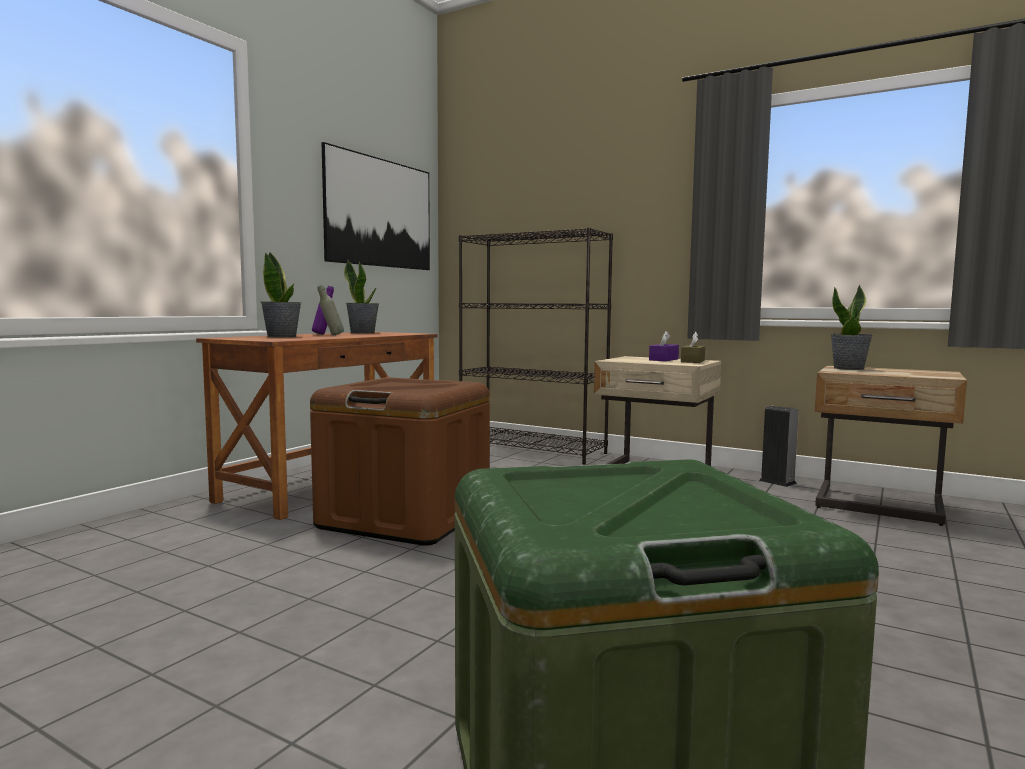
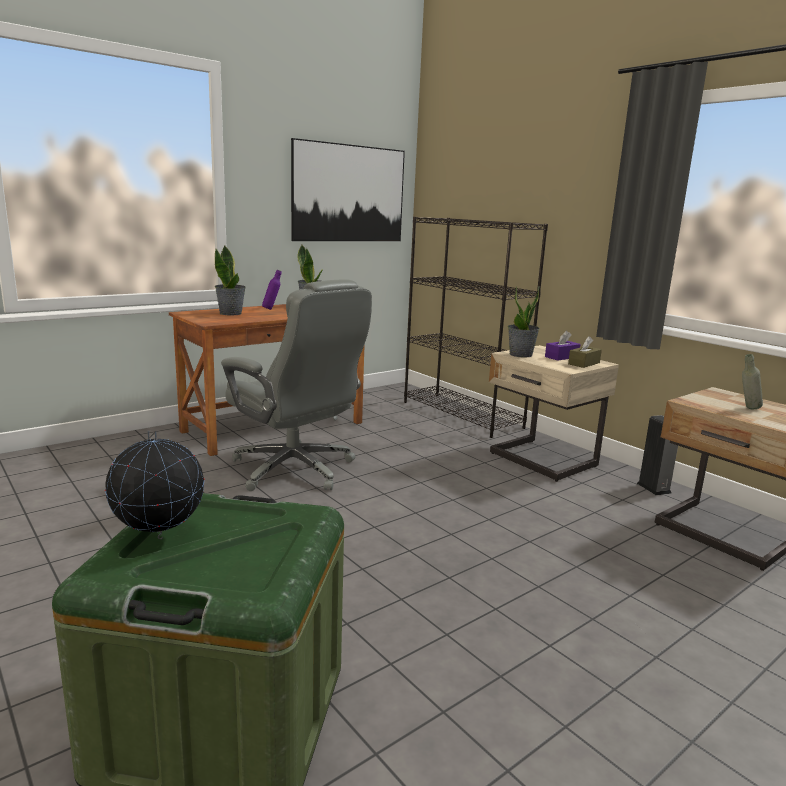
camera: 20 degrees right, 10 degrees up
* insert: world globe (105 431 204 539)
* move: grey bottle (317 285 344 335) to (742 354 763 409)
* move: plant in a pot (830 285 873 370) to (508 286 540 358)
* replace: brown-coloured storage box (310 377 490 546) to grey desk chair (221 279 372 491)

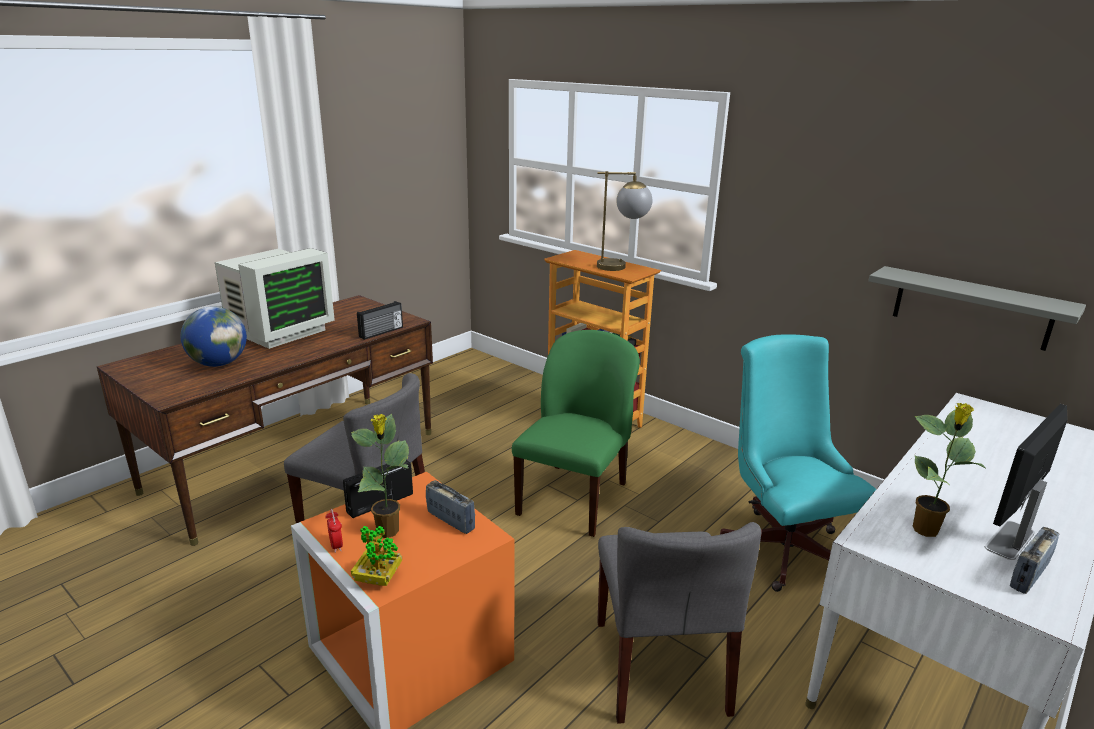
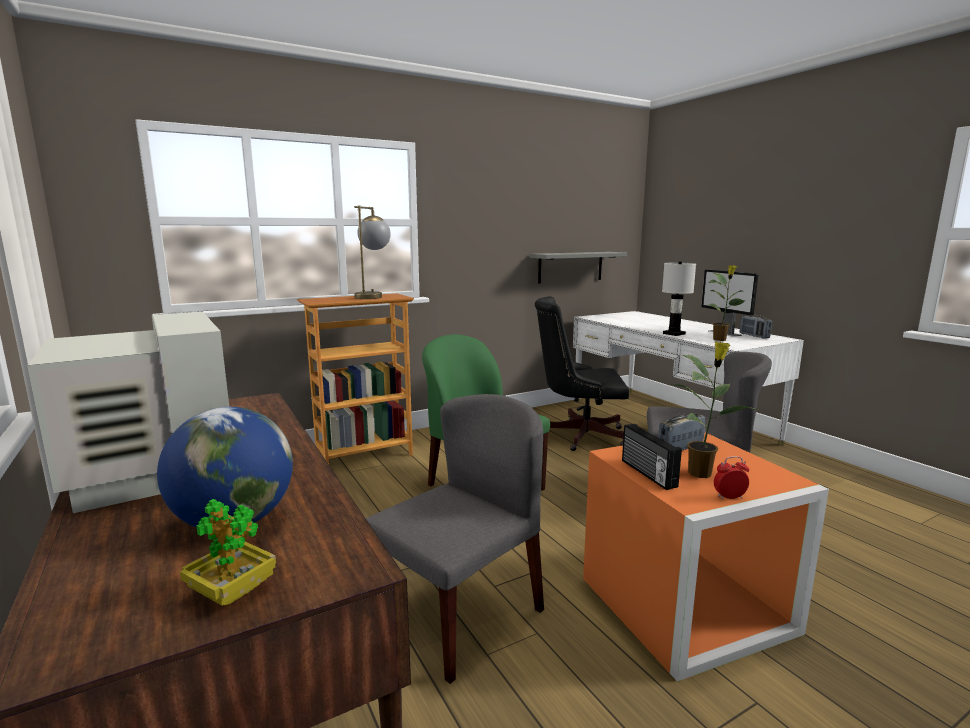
camera: 70 degrees left, 10 degrees down
* delete: radio set (357 301 403 340)
* insert: white table lamp (662 262 696 336)
* move: plant in a pot (351 526 402 586) to (180 499 276 606)
* recolor: blue-green desk chair (720 334 876 592) to blackish desk chair (535 296 629 451)

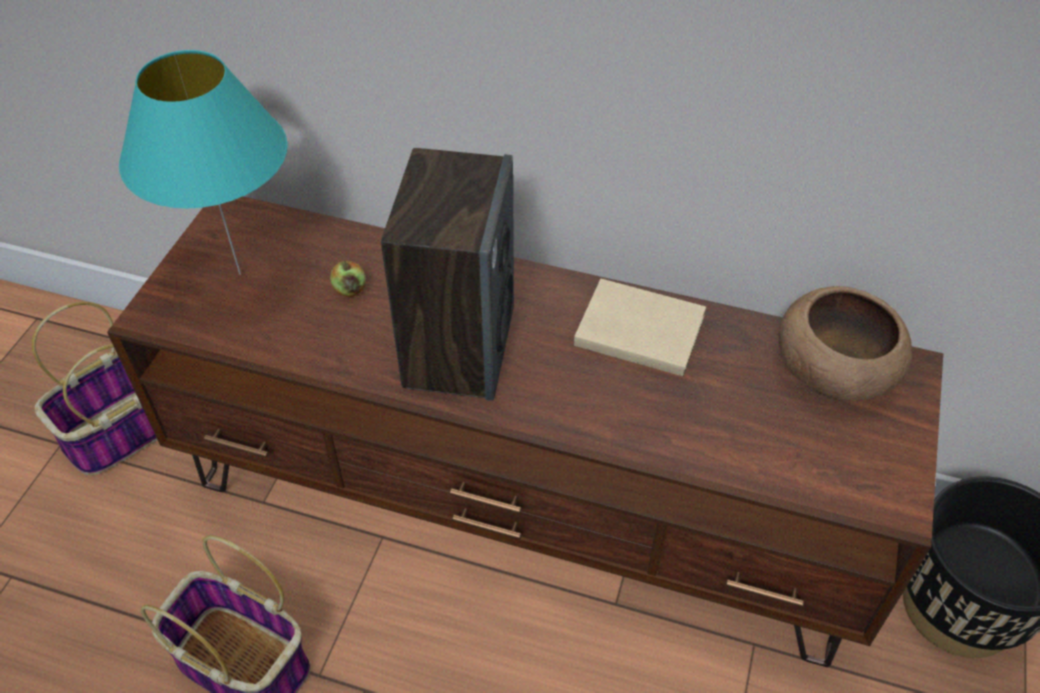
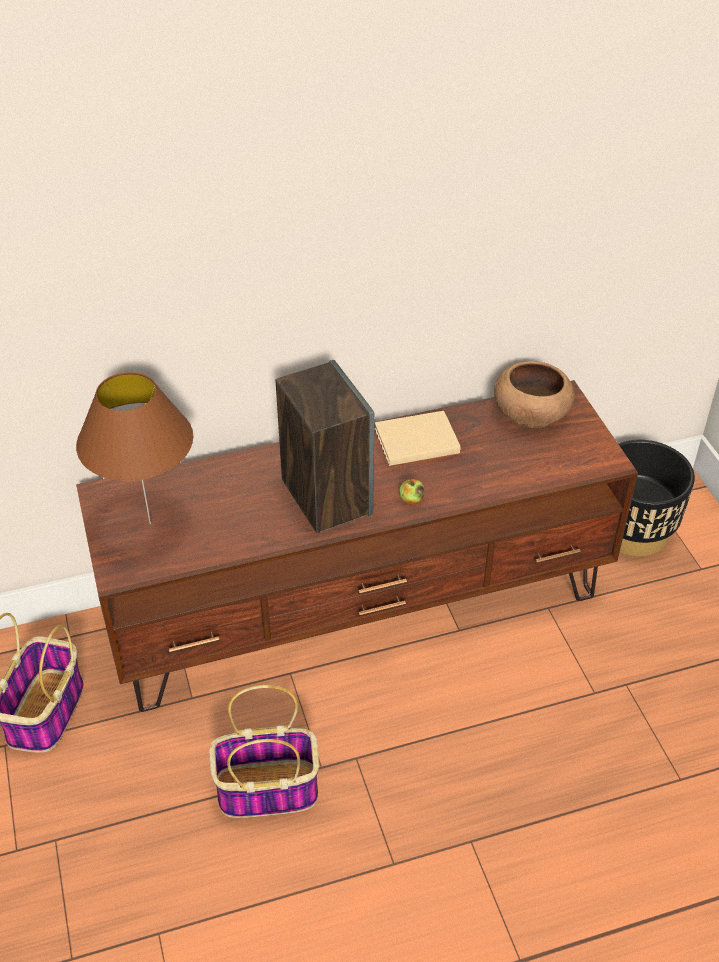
camera: 35 degrees left, 5 degrees down
* move: apple fruit (330 261 366 297) to (399 479 425 504)
* recolor: blue-green table lamp (119 50 288 275) to brown-coloured table lamp (76 372 194 524)

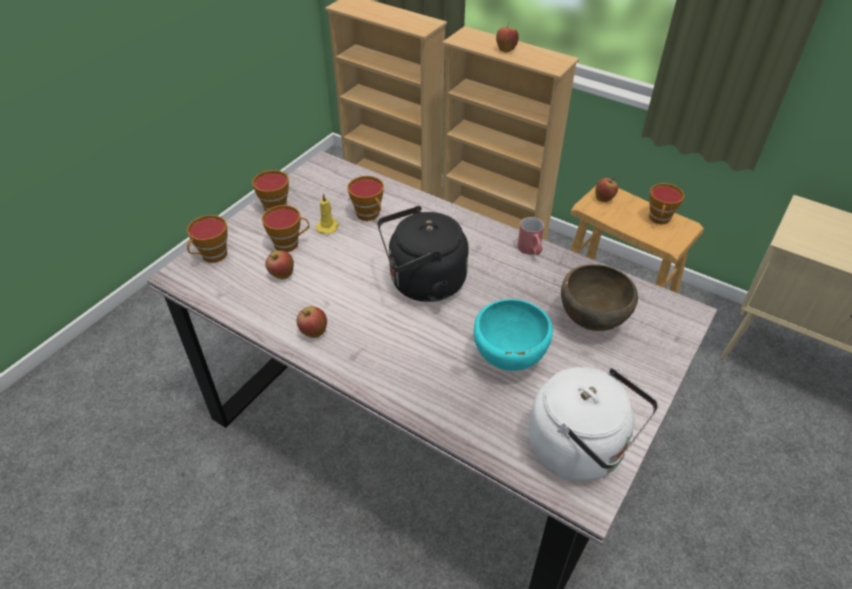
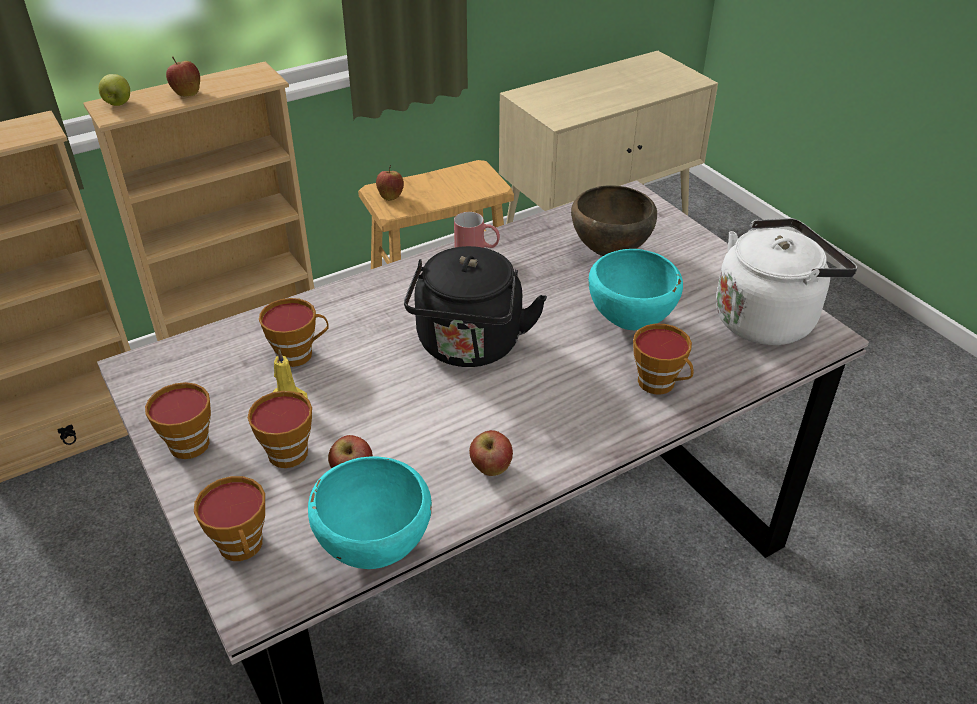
camera: 65 degrees left, 5 degrees down
* insert: apple fruit (99 74 130 106)
* insert: blue-green bowl (308 456 432 569)
* move: cup (649 183 684 225) to (633 323 694 395)

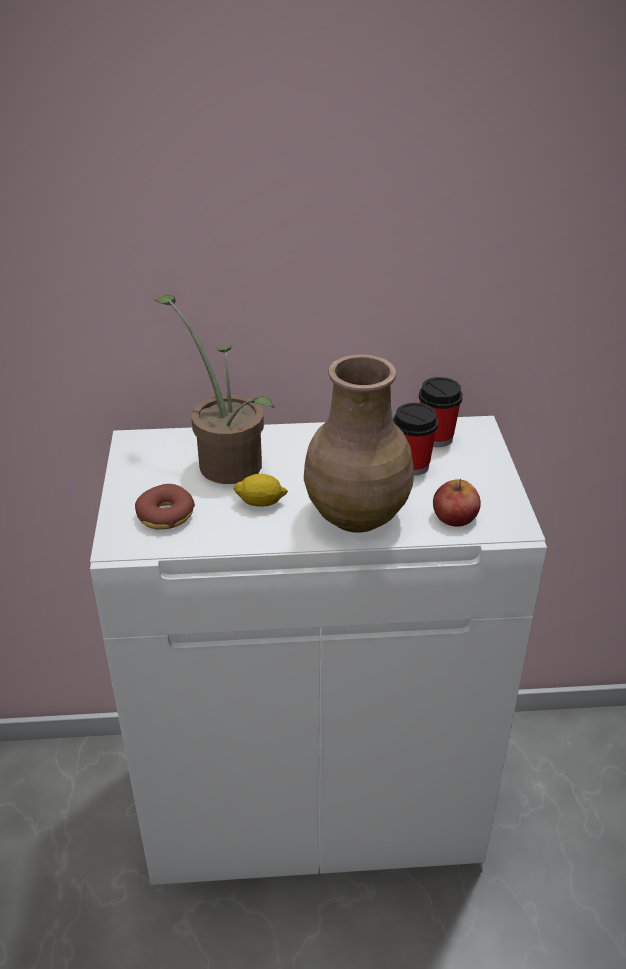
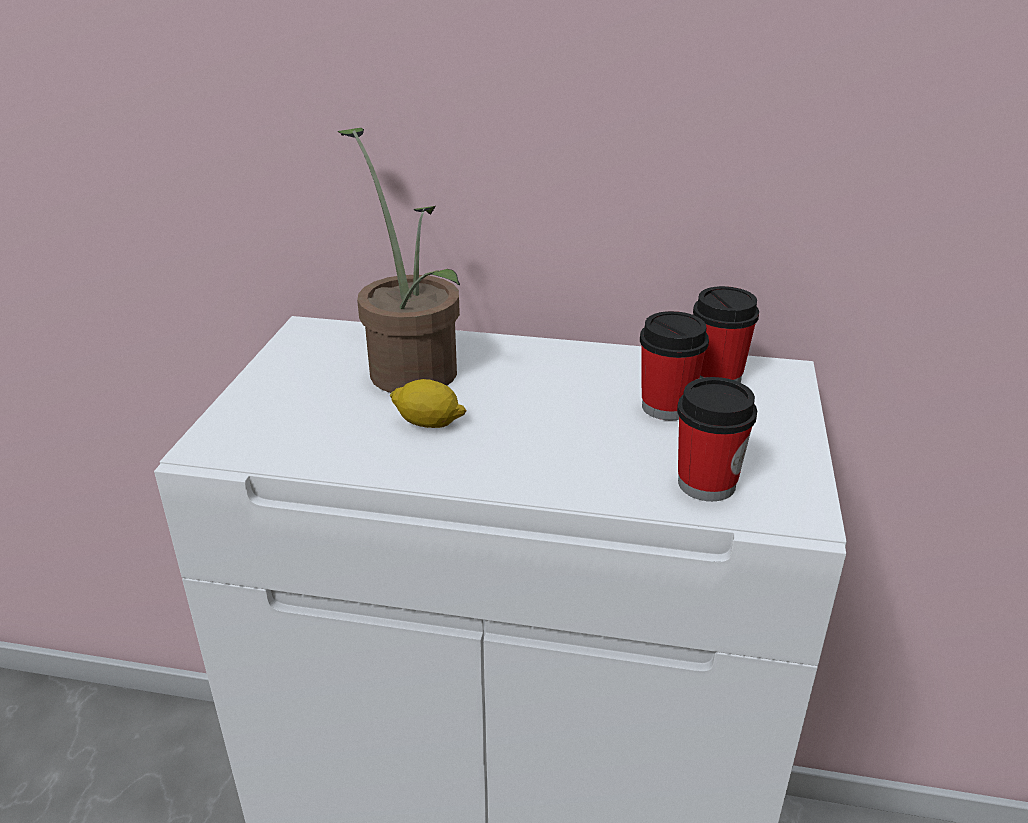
camera: 15 degrees right, 5 degrees down
* delete: ring doughnut (135 484 195 530)
* delete: brown-coloured flower vase (304 354 414 533)
* replace: apple fruit (433 479 481 527) to cup (677 377 757 501)

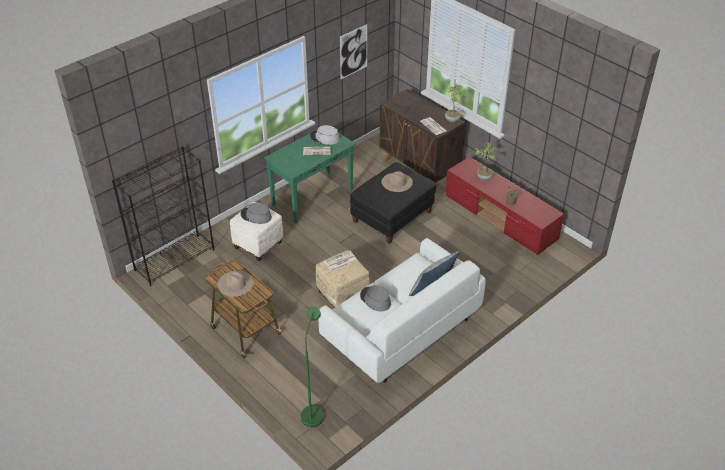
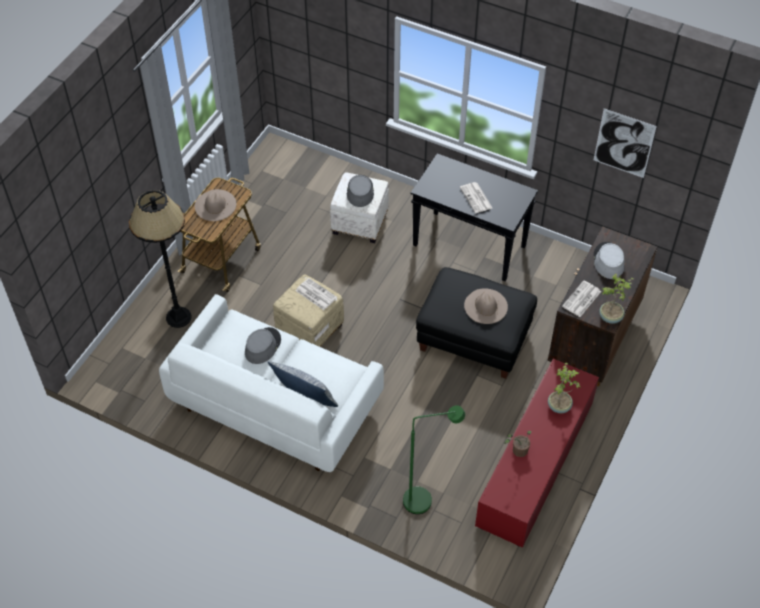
camera: 70 degrees right, 10 degrees up
* delete: blackish bookcase (112 146 214 286)
* insert: blackish standing lamp (129 190 191 328)
* move: green standing lamp (301 306 324 427) to (403 405 465 514)
* move: grey clothing hat (310 125 340 145) to (594 242 625 279)
* recolor: green hall table (264 129 356 223) to blackish hall table (411 153 538 281)

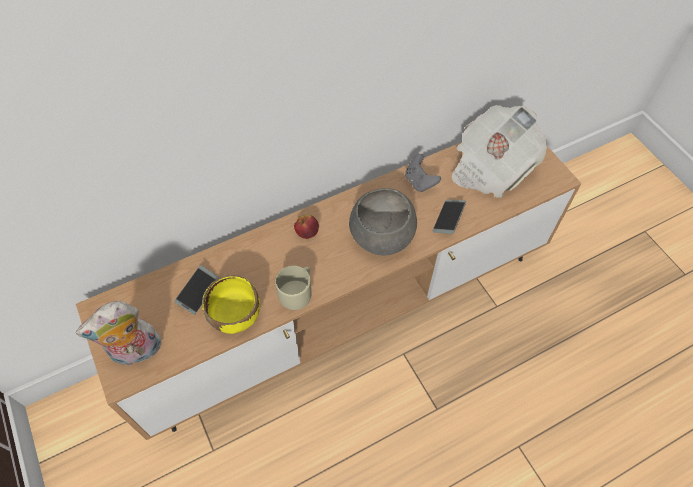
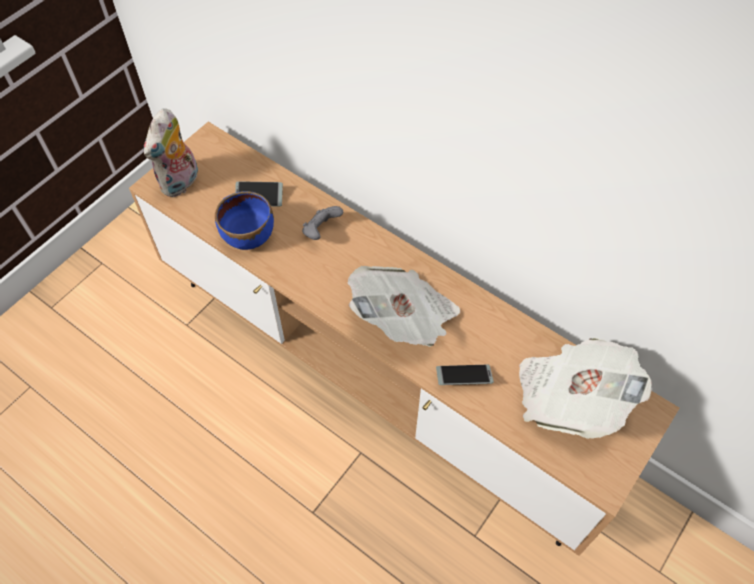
camera: 65 degrees right, 0 degrees up
* delete: sand-coloured tea mug (275 266 311 310)
* delete: apple fruit (294 215 319 239)
* move: grey gamepad (405 154 441 192) to (302 206 343 240)
* replace: grey bowl (349 188 417 255) to newspaper (348 266 461 347)
* recolor: yellow bowl (202 275 260 334) to blue bowl (215 191 274 250)
* rotate: cuddly toy (76 301 161 367) = (143 108 198 197) 105 degrees counterclockwise

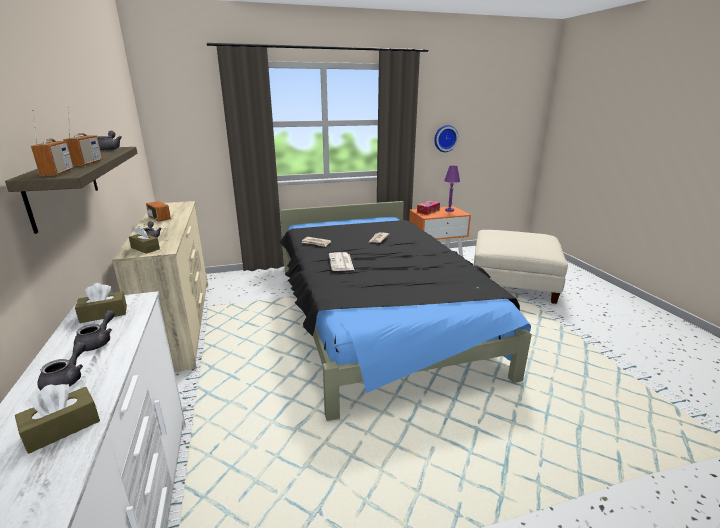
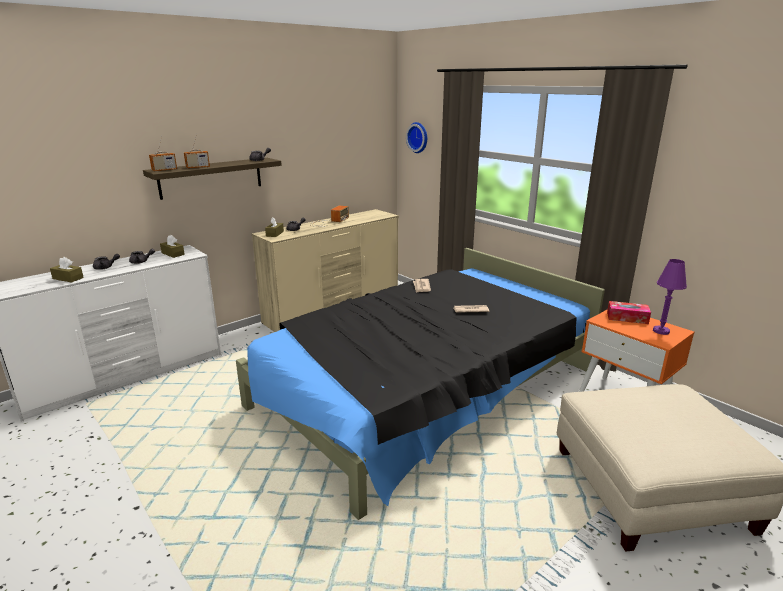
camera: 65 degrees right, 0 degrees up
* delete: newspaper (329 252 354 271)
* move: clock on the wall (434 125 458 152) to (406 122 427 153)

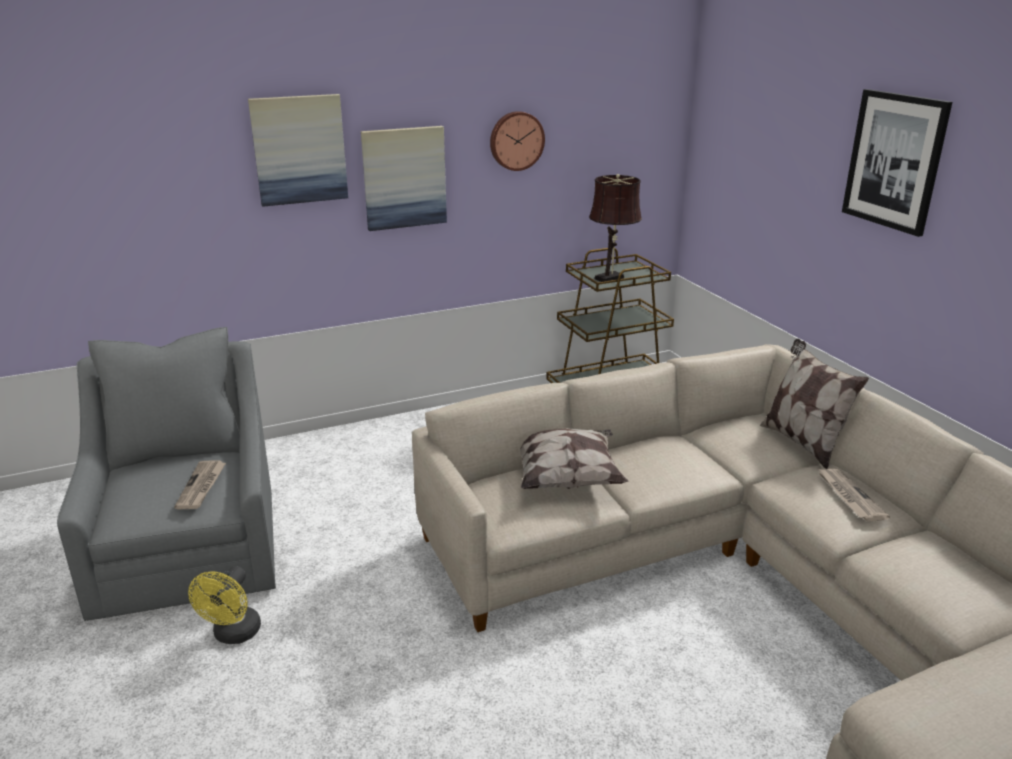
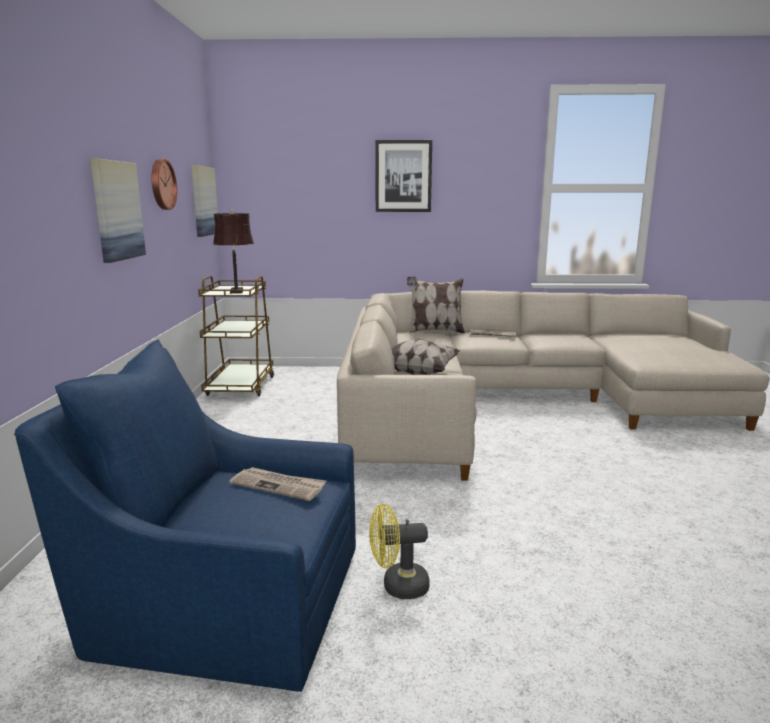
camera: 65 degrees left, 10 degrees down
* move: wall picture (248 94 348 207) to (191 165 218 237)
* recolor: grey armchair (57 327 276 621) to blue armchair (14 339 356 692)
* rotate: yellow fan (188 566 261 644) = (369 504 430 599) 135 degrees clockwise

